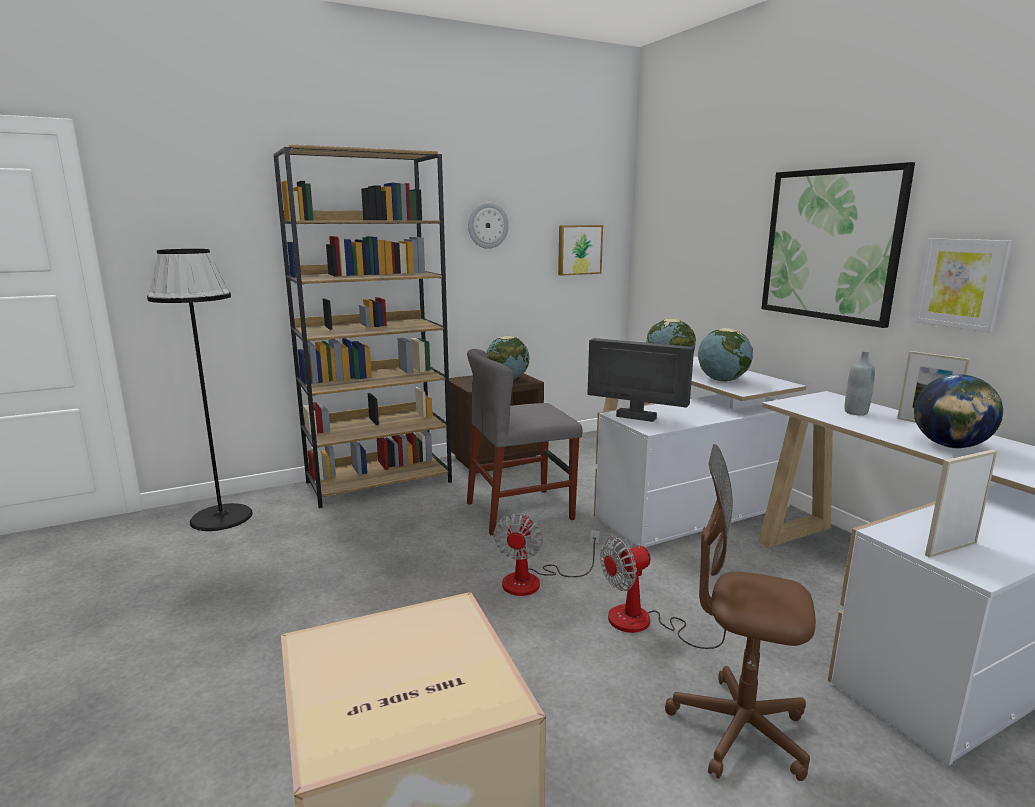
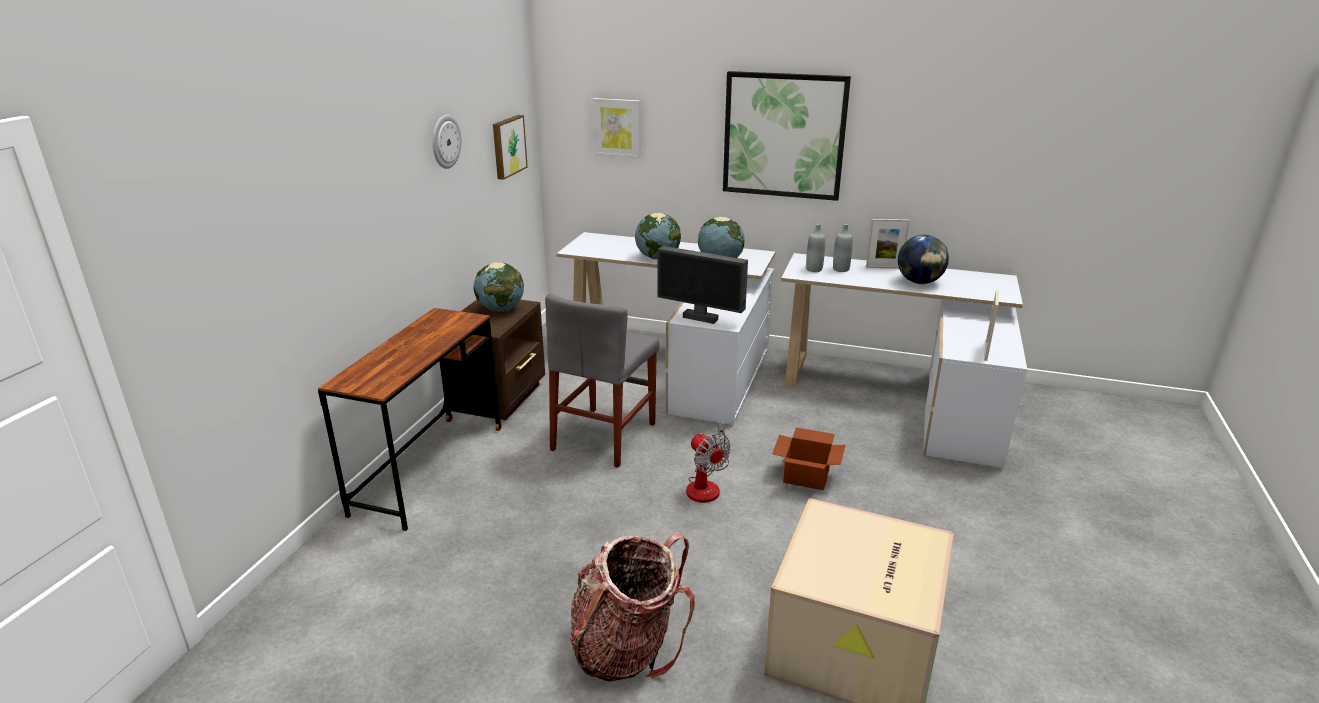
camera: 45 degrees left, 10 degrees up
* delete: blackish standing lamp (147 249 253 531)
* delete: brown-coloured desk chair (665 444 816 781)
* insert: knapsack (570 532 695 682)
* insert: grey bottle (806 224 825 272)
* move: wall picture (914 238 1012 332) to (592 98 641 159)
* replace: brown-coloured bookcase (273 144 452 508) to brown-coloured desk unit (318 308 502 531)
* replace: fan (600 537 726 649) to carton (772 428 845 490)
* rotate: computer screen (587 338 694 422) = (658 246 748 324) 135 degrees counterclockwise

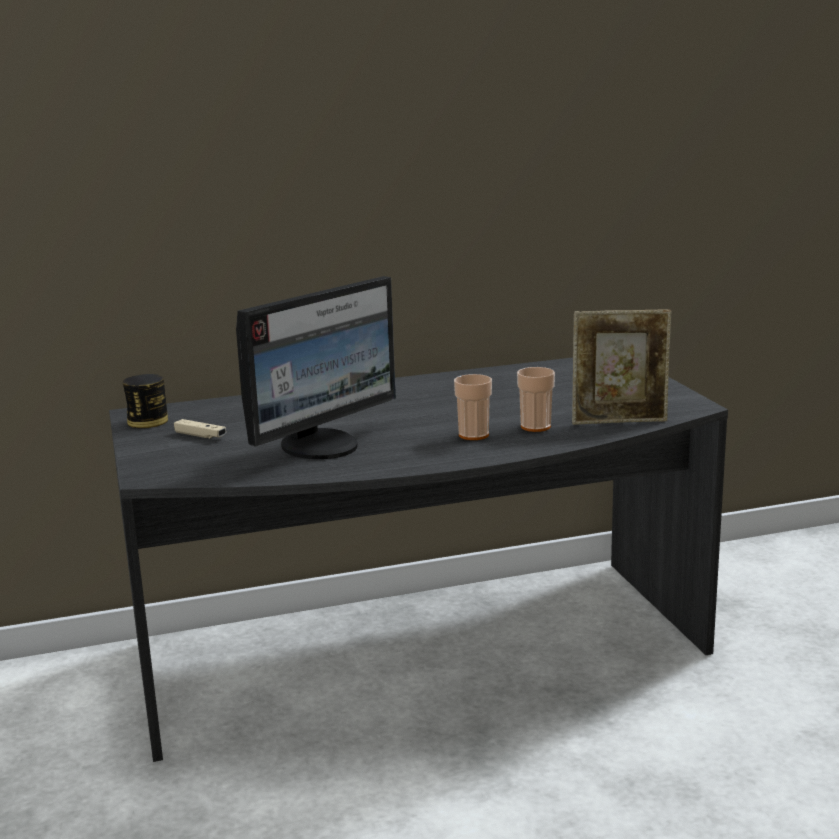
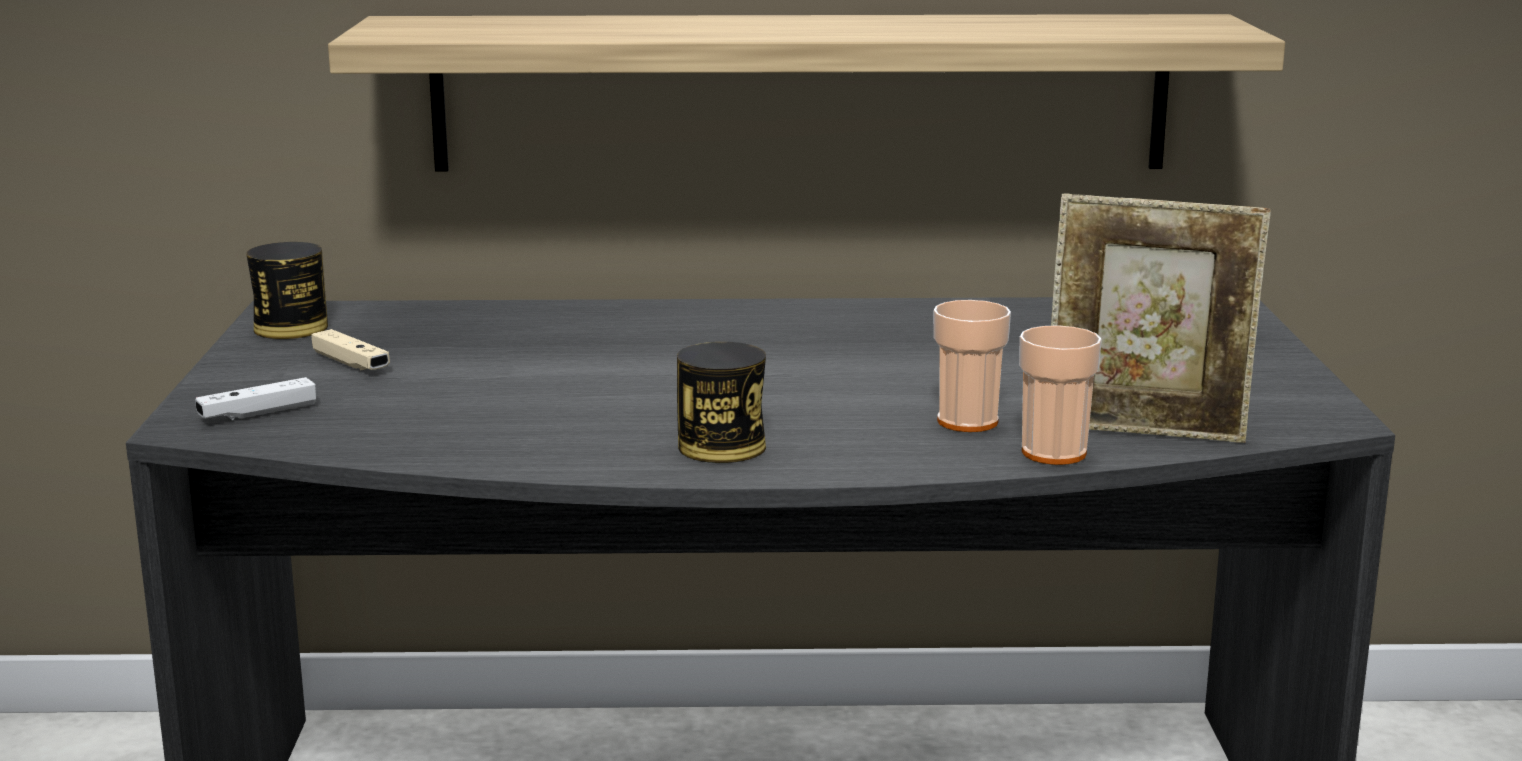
camera: 15 degrees right, 0 degrees up
* delete: computer screen (236 276 396 459)
* insert: white gamepad (195 377 316 420)
* insert: shelf (328 14 1285 172)
* insert: sealed can (677 342 766 463)
* move: cup (454 374 492 440) to (1019 325 1102 465)

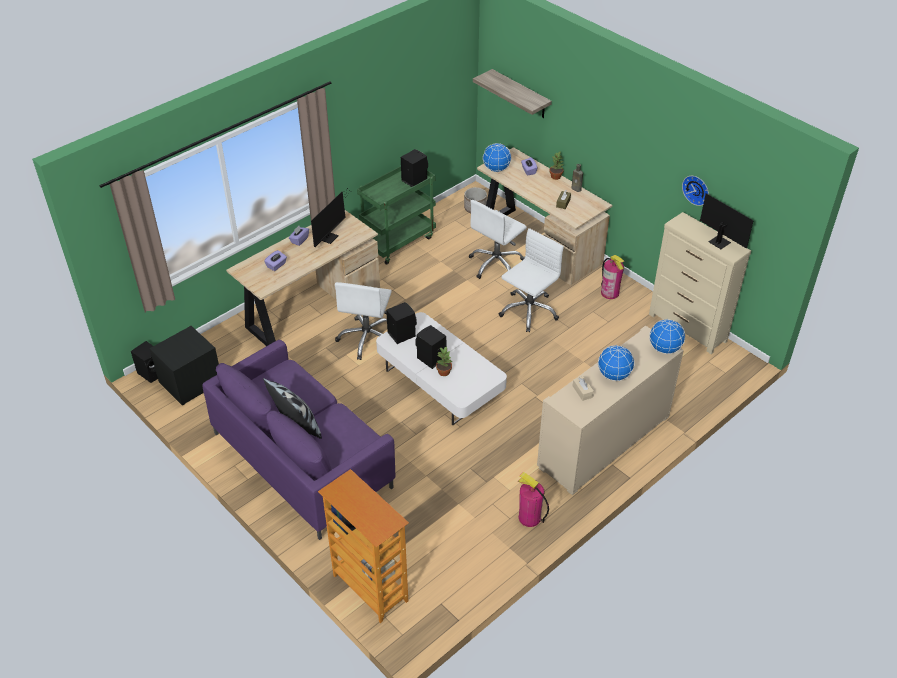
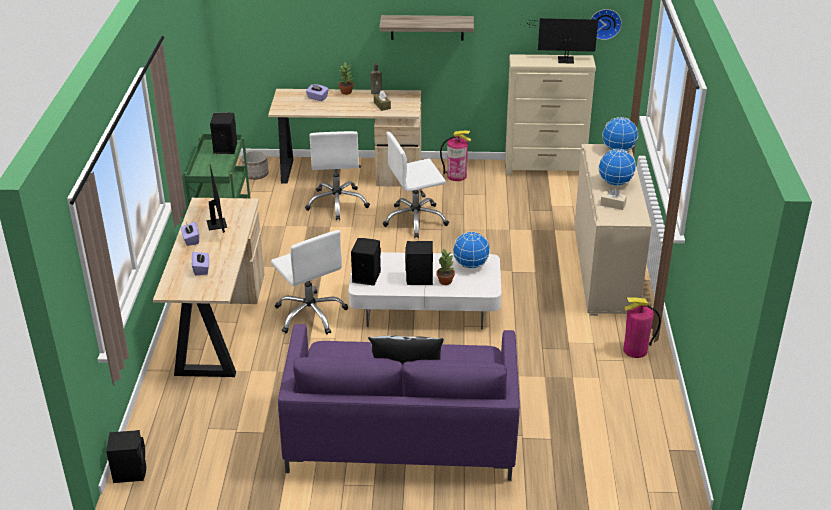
camera: 45 degrees left, 10 degrees down
* delete: blackish bedside table (149 326 219 405)
* delete: bookcase (318 469 409 623)
* move: shelf (473 69 552 118) to (379 15 474 40)
* move: world globe (483 143 511 172) to (453 231 490 269)
* move: clock on the wall (682 176 709 206) to (591 9 622 40)
* rotate: white desk chair (499 228 564 332) = (383 132 449 238) 105 degrees counterclockwise

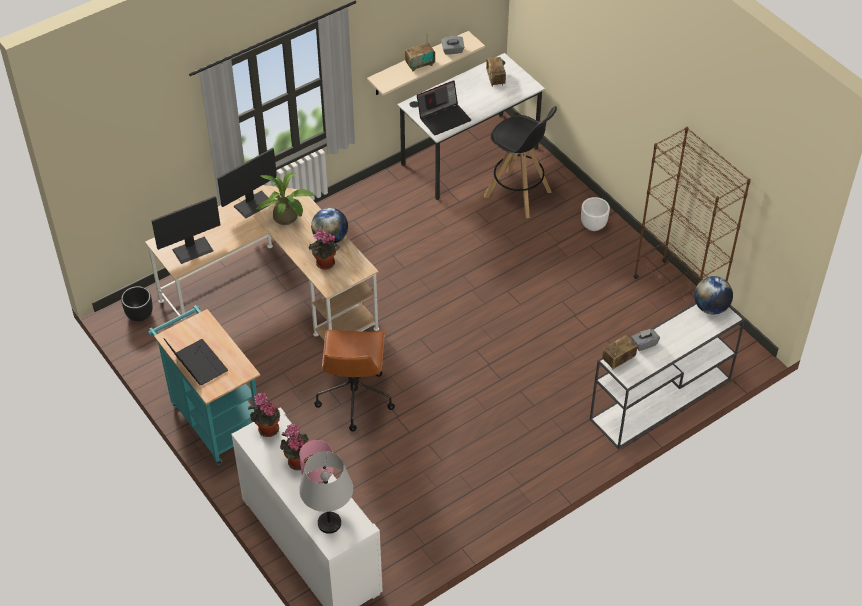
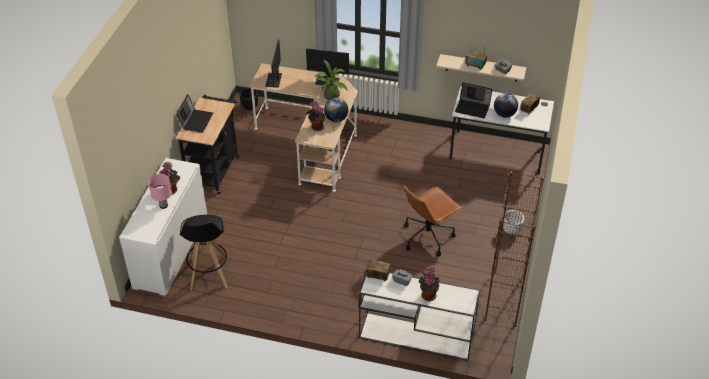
camera: 50 degrees right, 5 degrees down
* delete: grey table lamp (299 451 353 534)
* move: plant in a pot (248 393 280 437) to (419 267 440 301)
* move: brown-coloured desk chair (314 330 395 432) to (403 185 463 256)
* move: blackish sitting stool (484 106 557 218) to (180 215 228 291)
* move: world globe (694 276 733 315) to (494 93 518 118)
* recolor: blue-green wheeled cart (148 305 260 465) to blackish wheeled cart (176 95 239 194)
* rotate: computer screen (151 196 220 264) = (265 39 282 88) 75 degrees clockwise

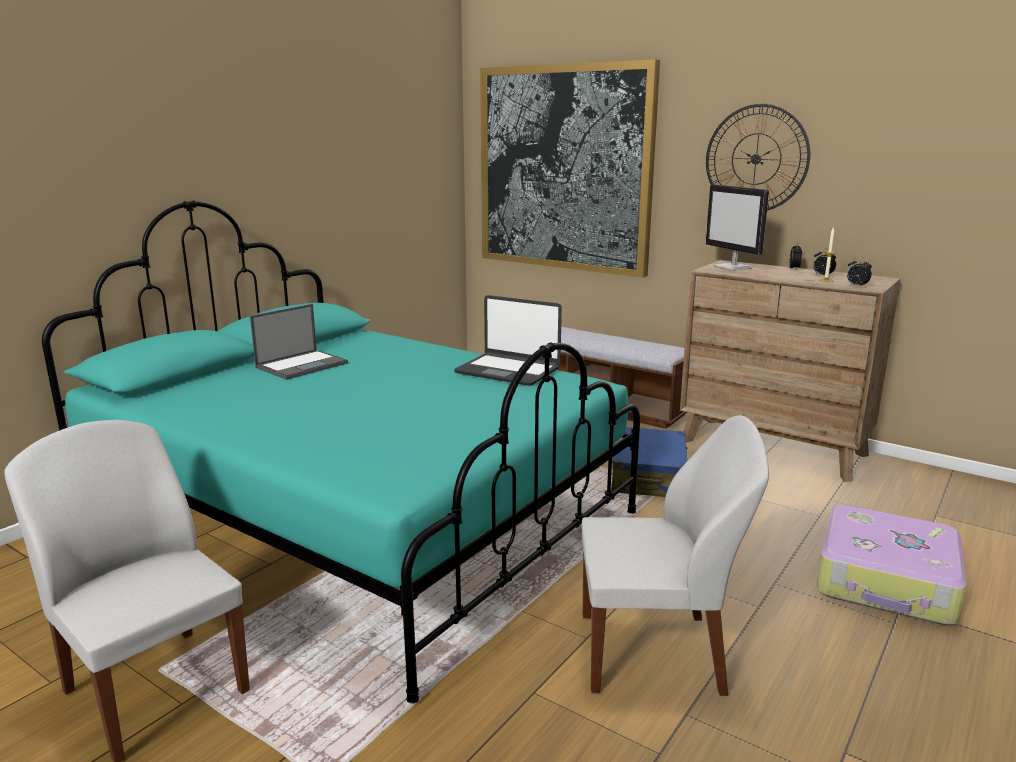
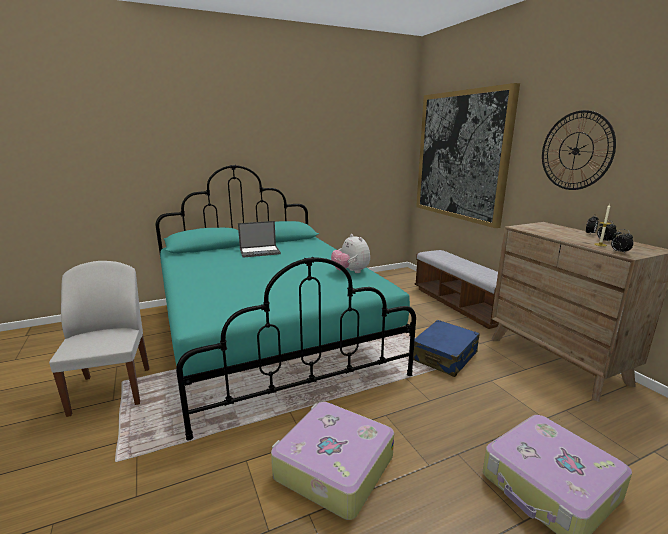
camera: 30 degrees right, 0 degrees up
* delete: computer screen (706 184 769 271)
* replace: laptop (454 295 562 386) to cuddly toy (331 234 370 273)
* replace: white upright chair (582 415 769 696) to travel case (271 402 394 520)

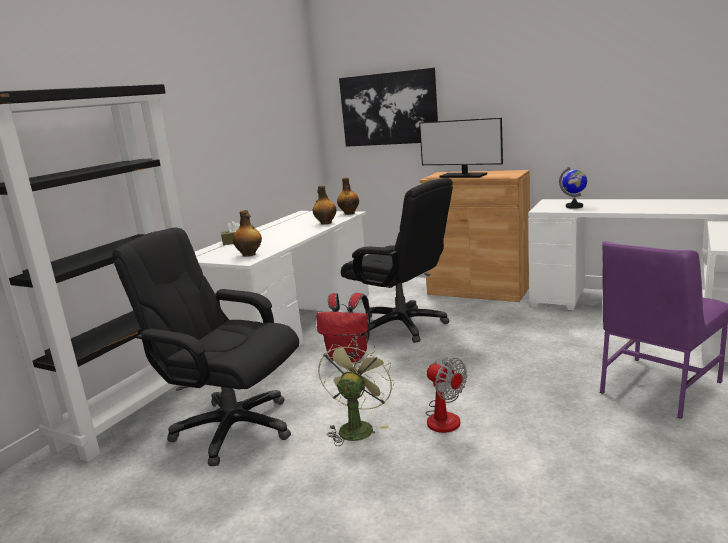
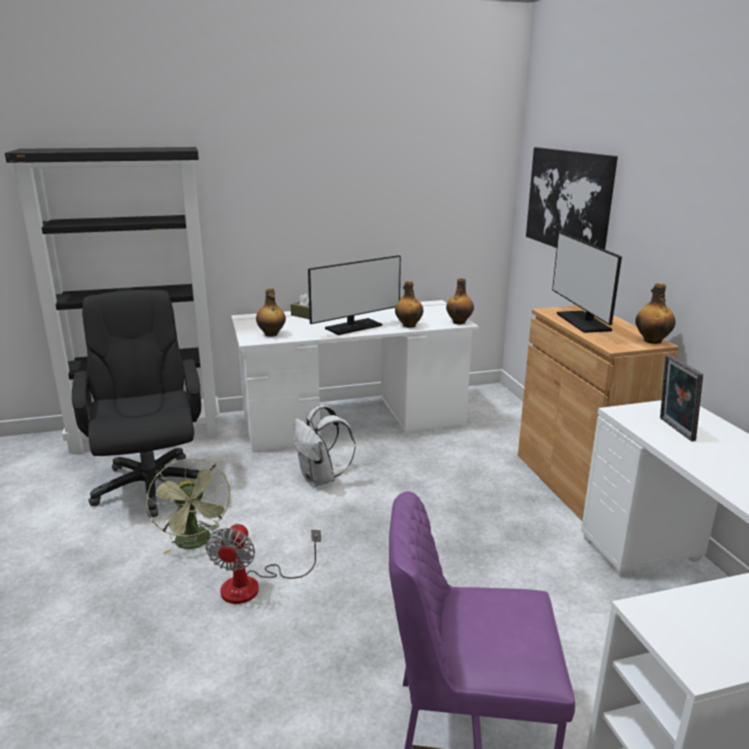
camera: 45 degrees right, 5 degrees up
* delete: blackish desk chair (341 178 453 343)
* insert: computer screen (308 255 401 335)
* insert: bottle (635 283 675 344)
* replace: world globe (559 167 587 209) to standing frame (660 355 703 441)
* recolor: red-coloured knapsack (316 293 370 362) to white knapsack (293 405 356 487)
* rotate: green fan (318 339 394 446) = (146 458 232 555) 90 degrees clockwise

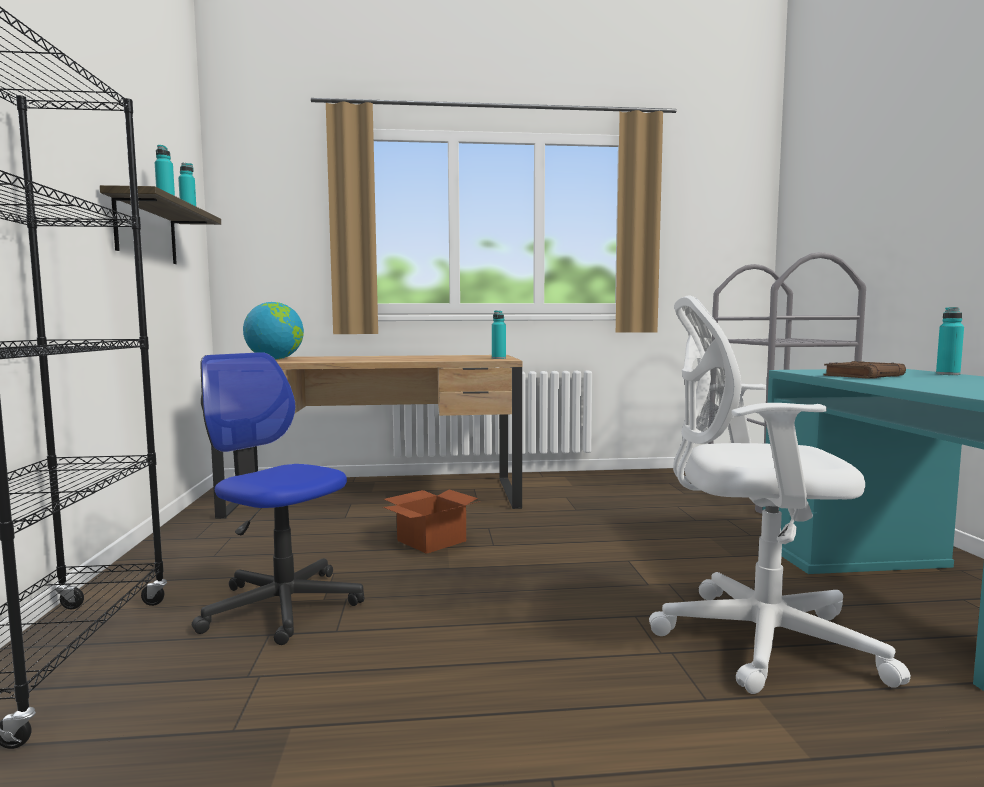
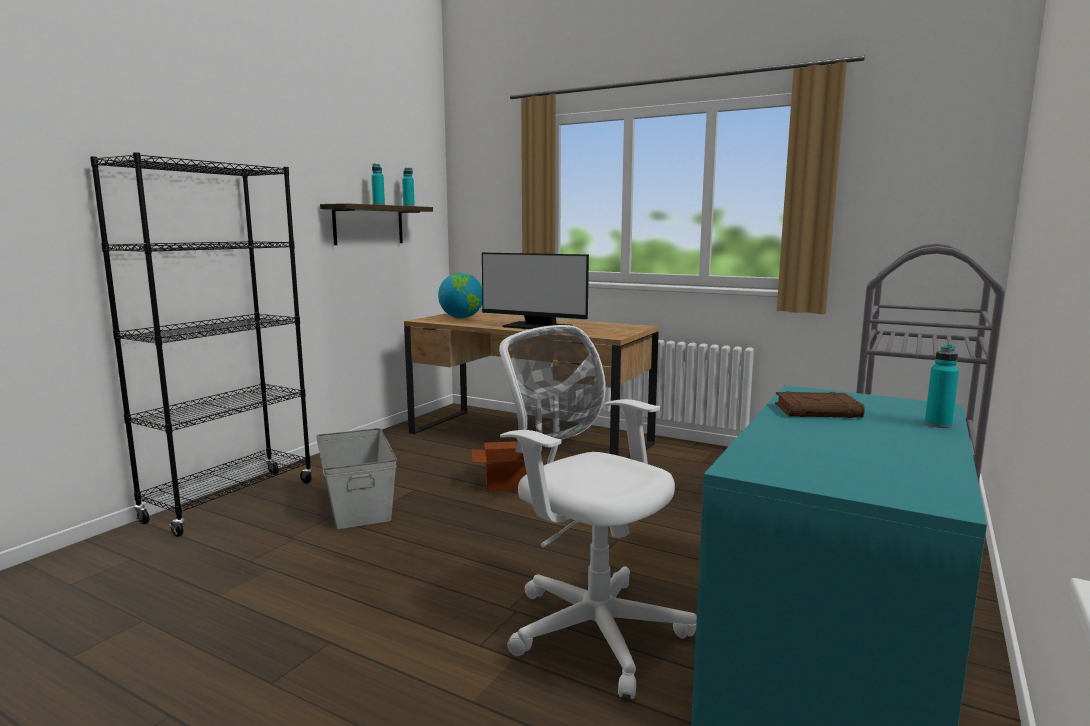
camera: 35 degrees right, 5 degrees up
* delete: blue-green bottle (492 311 506 359)
* insert: computer screen (482 253 589 329)
* replace: desk chair (192 352 364 645) to grey storage box (316 428 397 529)

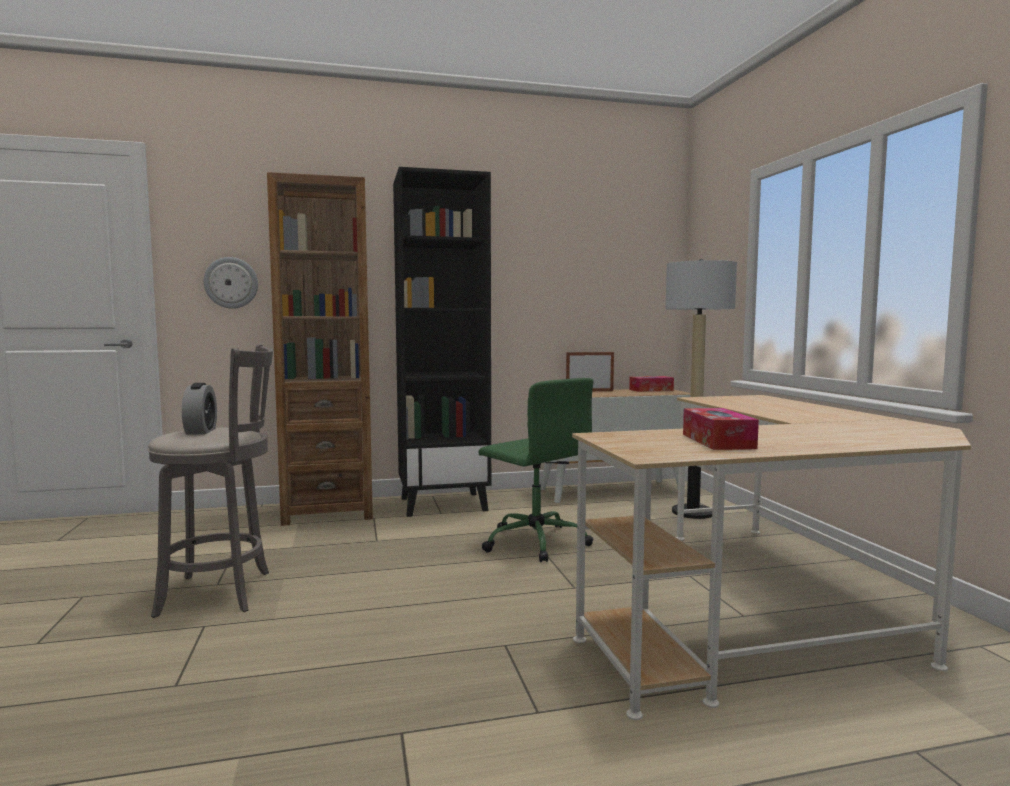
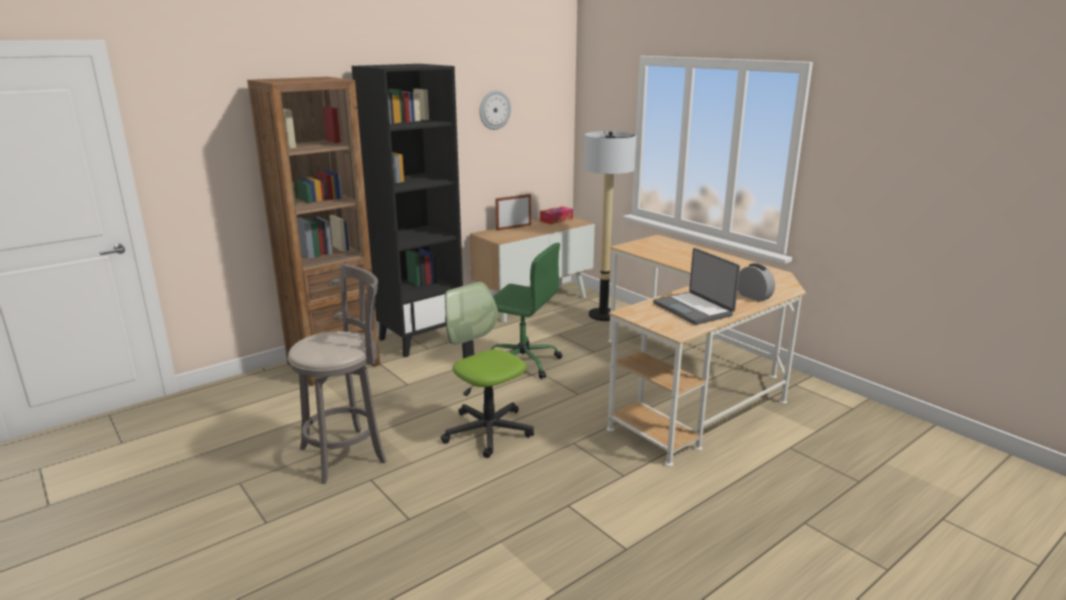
camera: 25 degrees left, 15 degrees up
* insert: desk chair (441 282 534 458)
* move: alarm clock (182 383 217 435) to (738 263 775 302)
* move: clock on the wall (204 257 258 309) to (479 90 511 130)
* replace: tissue holder (683 408 759 450) to laptop (653 248 740 325)

